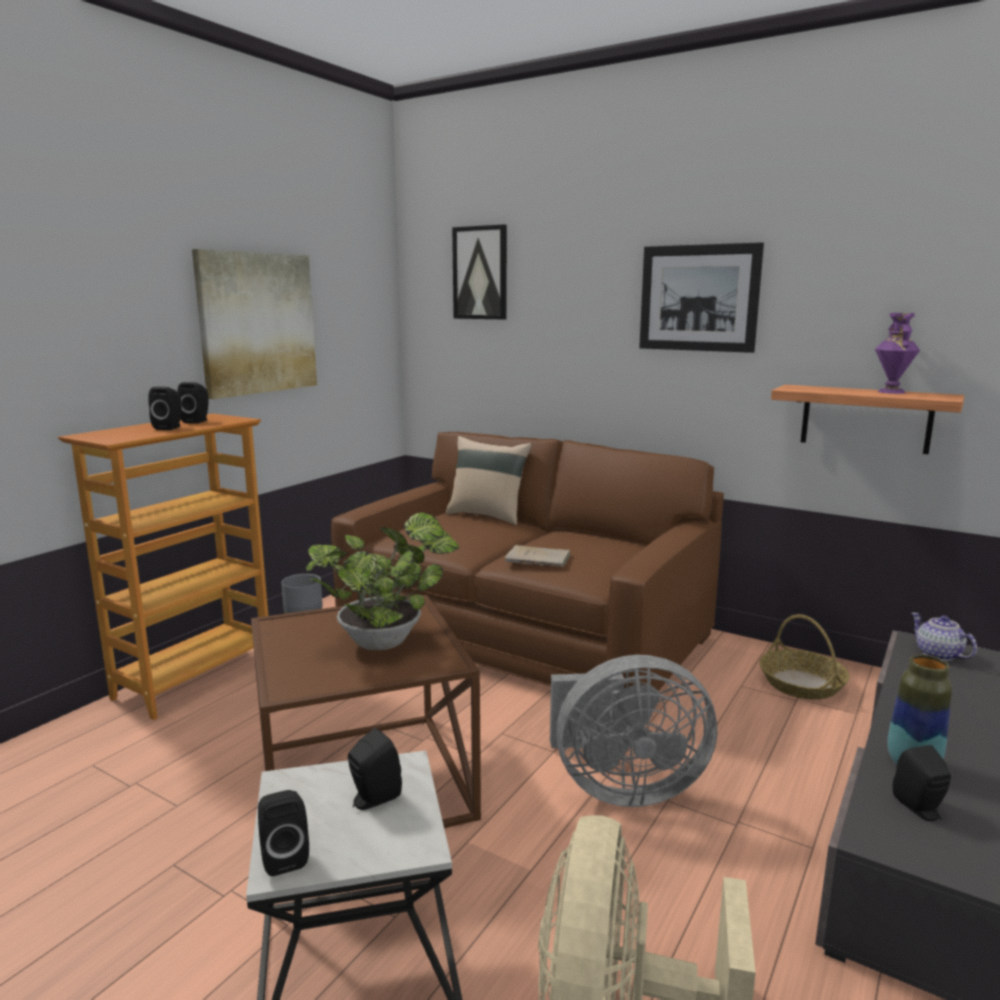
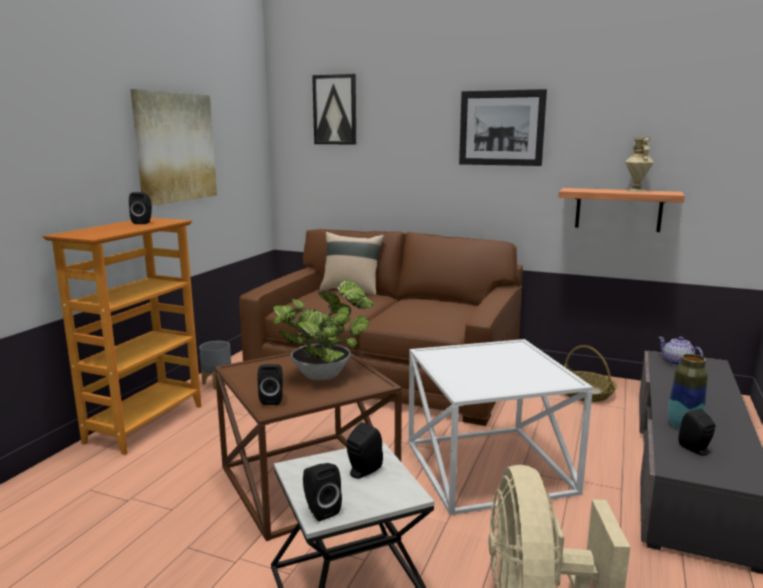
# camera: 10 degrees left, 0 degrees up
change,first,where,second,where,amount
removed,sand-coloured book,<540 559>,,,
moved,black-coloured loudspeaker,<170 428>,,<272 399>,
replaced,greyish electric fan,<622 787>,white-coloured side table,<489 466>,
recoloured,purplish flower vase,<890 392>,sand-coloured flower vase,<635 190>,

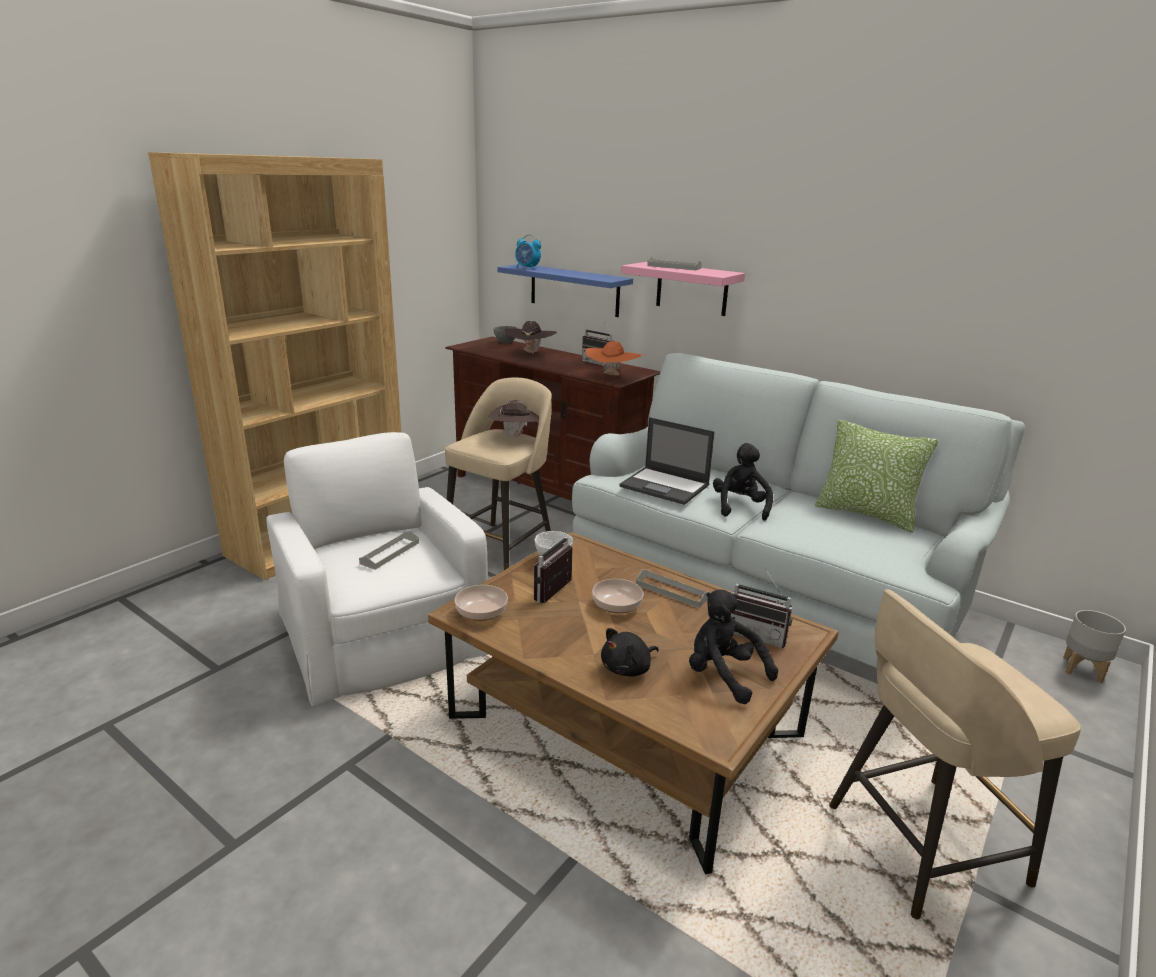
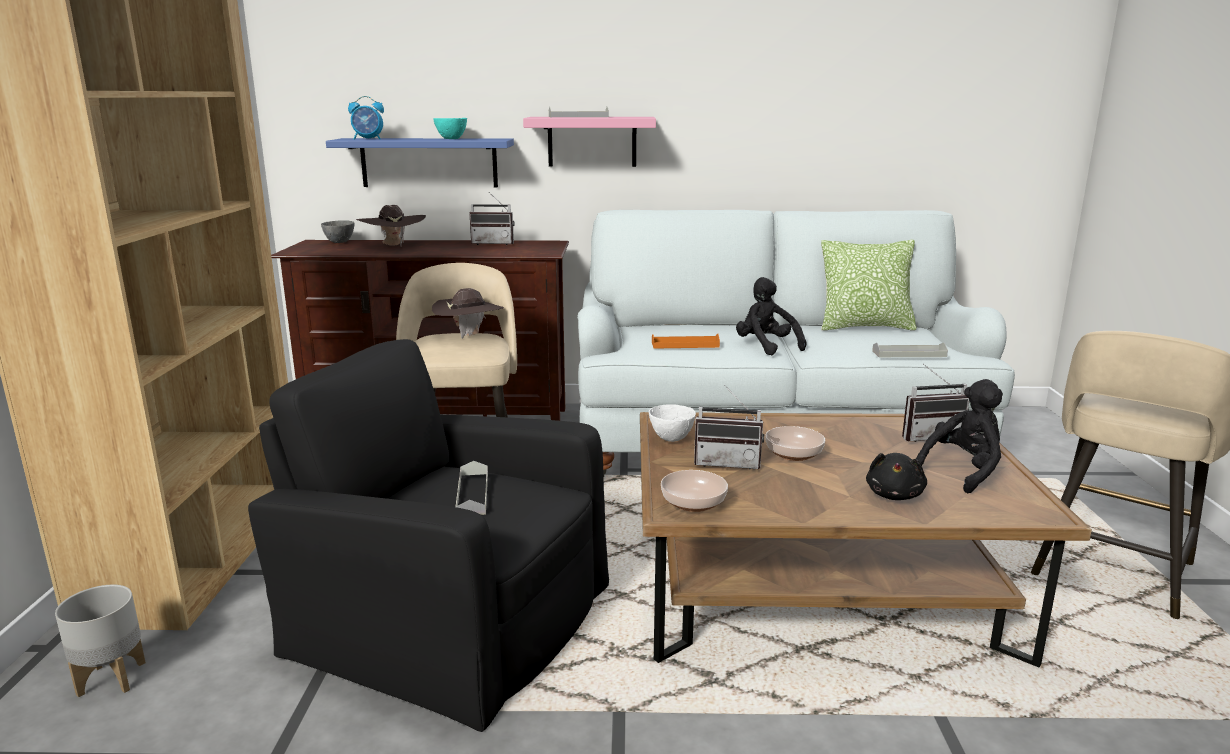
# camera: 35 degrees left, 5 degrees down
change,first,where,second,where,amount
removed,orange wearable hat,<612 376>,,,
added,,,blue-green deep dish,<451 139>,
moved,greyish tray,<671 591>,,<909 354>,
moved,greyish planter,<1083 670>,,<113 678>,
replaced,notebook computer,<665 486>,orange tray,<685 345>,
recoloured,white-coloured lounge chair,<381 631>,black-coloured lounge chair,<448 617>,
turned,radio set,<558 593>,,<728 462>,75 degrees counterclockwise
turned,black-coloured plush toy,<723 675>,,<962 471>,135 degrees clockwise

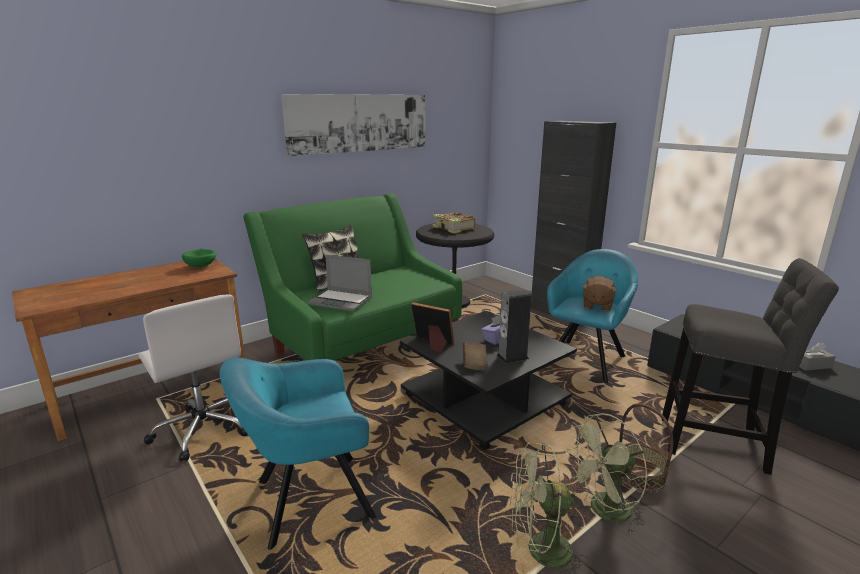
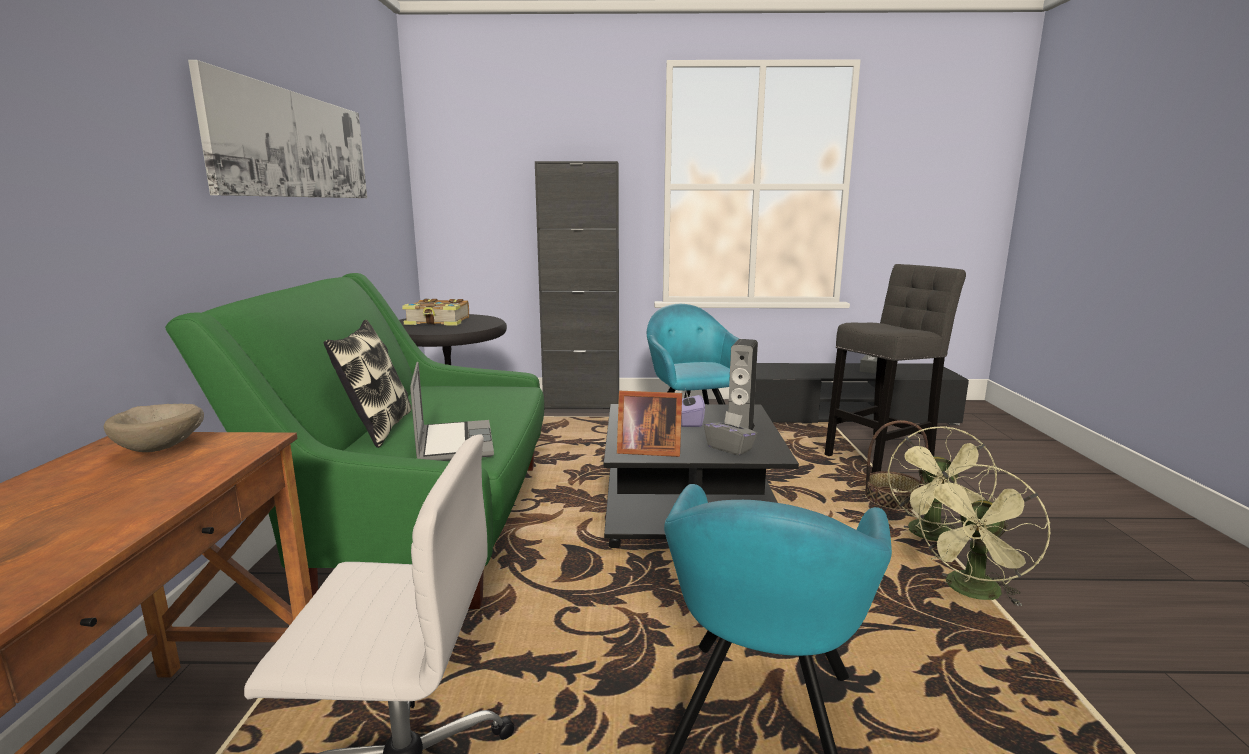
# camera: 50 degrees left, 5 degrees down
change,first,where,second,where,amount
removed,brownish plush toy,<597 305>,,,
replaced,brownish book,<474 364>,greyish box of tissues,<729 448>,
recoloured,greenish deep dish,<202 266>,sand-coloured deep dish,<163 448>,
turned,notebook computer,<342 301>,,<453 443>,75 degrees counterclockwise
turned,photo frame,<432 344>,,<646 450>,150 degrees counterclockwise

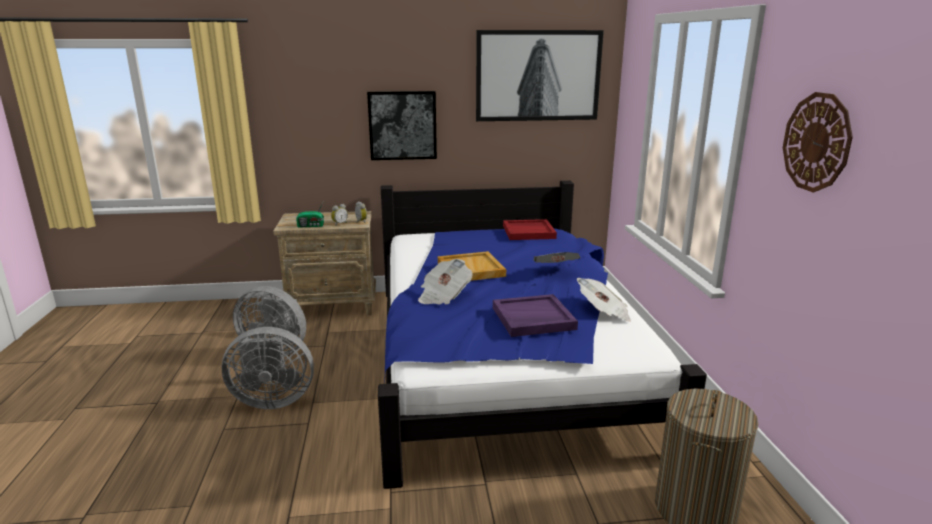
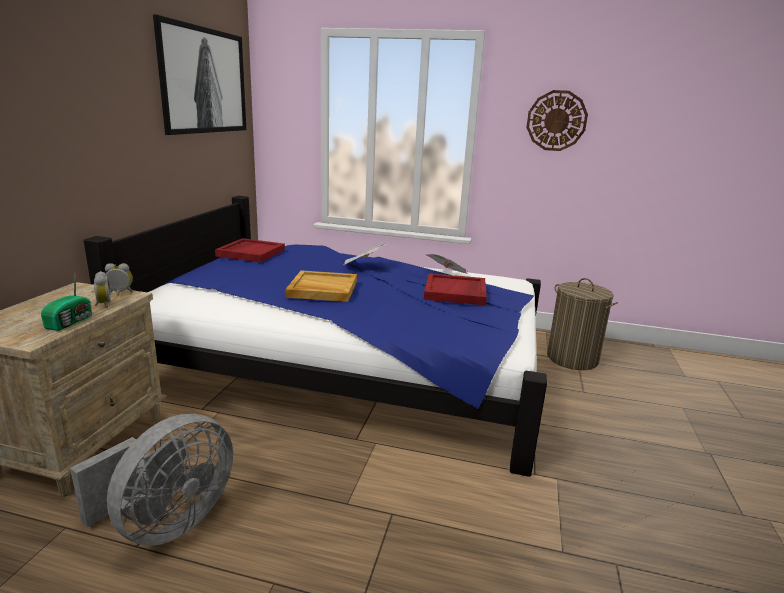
# camera: 70 degrees left, 0 degrees up
change,first,where,second,where,amount
removed,greyish electric fan,<272 400>,,,
removed,wall picture,<402 125>,,,
removed,printed paper,<443 296>,,,
recoloured,purplish tray,<532 318>,red-coloured tray,<455 292>,

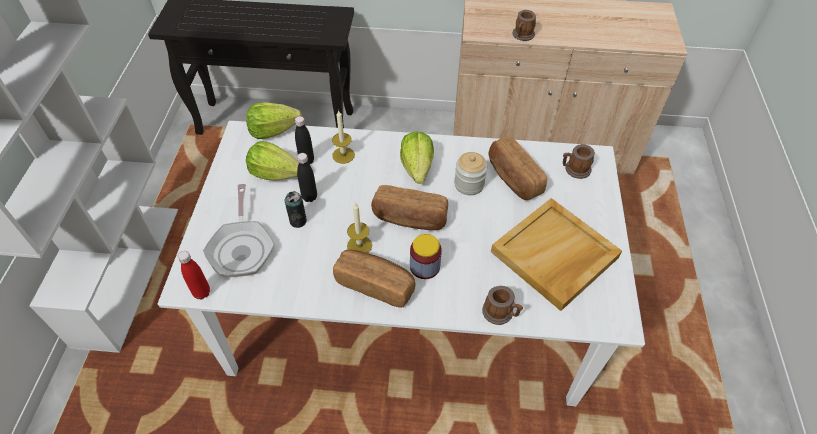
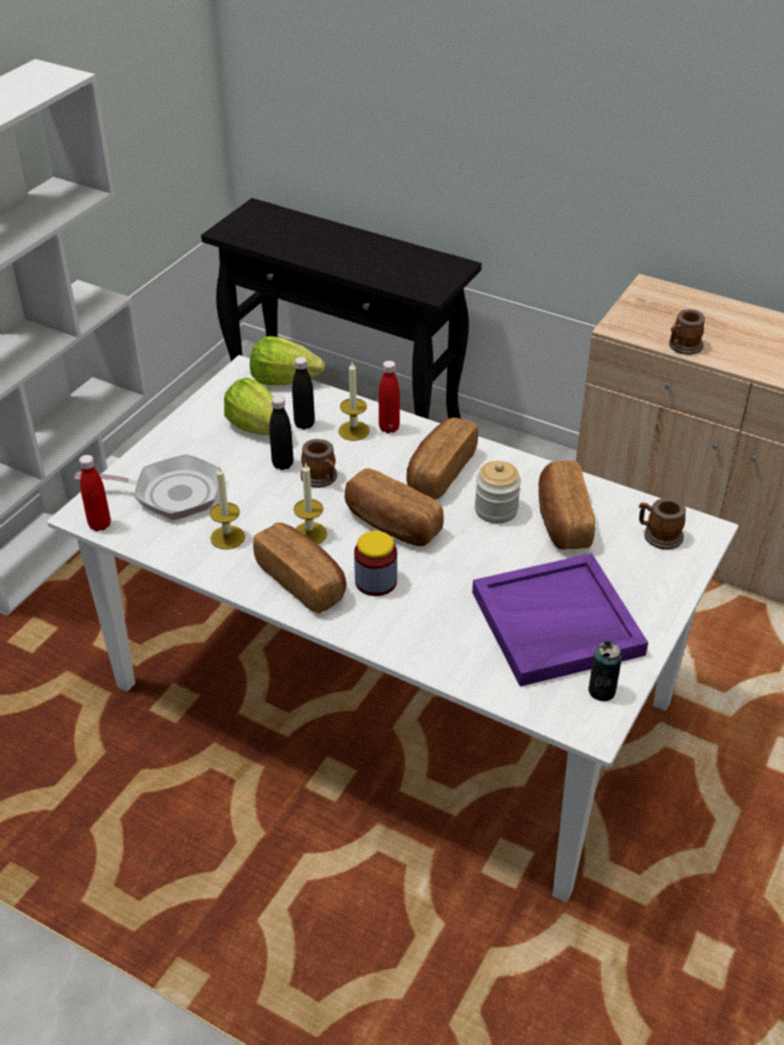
# camera: 25 degrees right, 10 degrees down
change,first,where,second,where,amount
added,,,wax candle,<227 537>,
added,,,red-coloured drink bottle,<389 428>,
moved,can,<298 221>,,<601 691>,
moved,coffee mug,<501 313>,,<321 478>,
replaced,lettuce head,<417 168>,bread,<439 471>,
recoloured,sand-coloured tray,<554 256>,purplish tray,<556 624>,
turned,skillet,<242 247>,,<171 493>,105 degrees counterclockwise

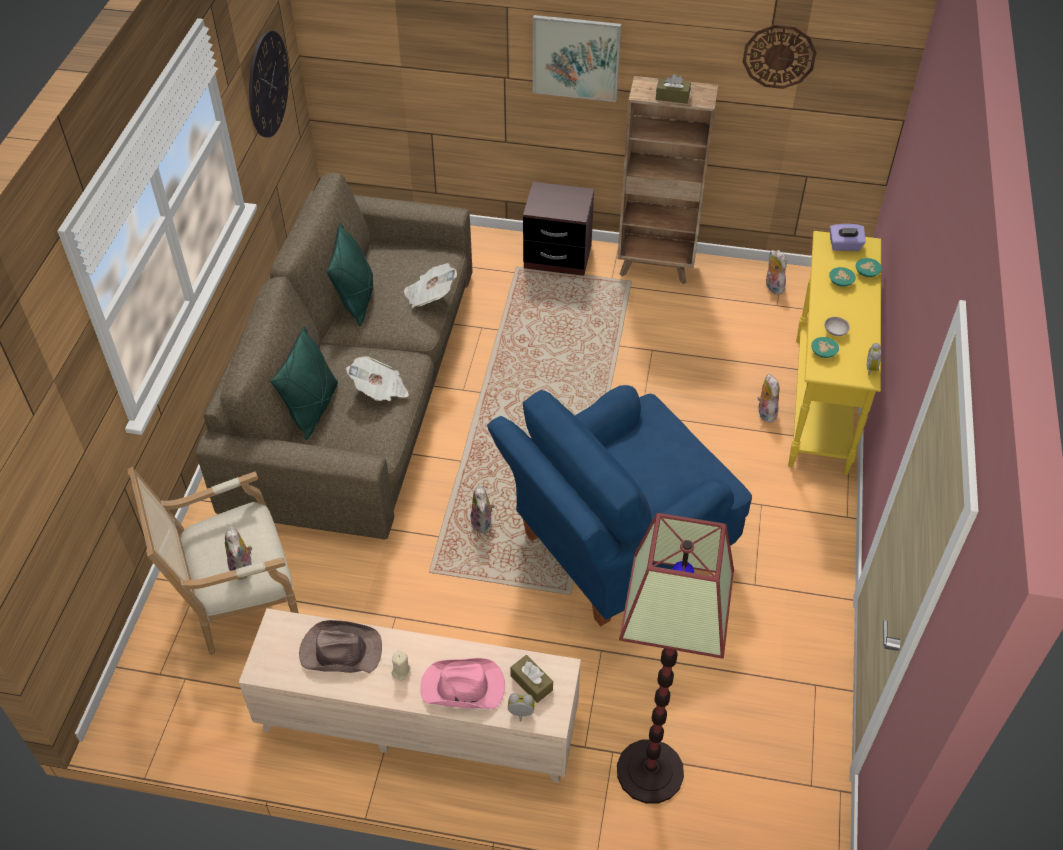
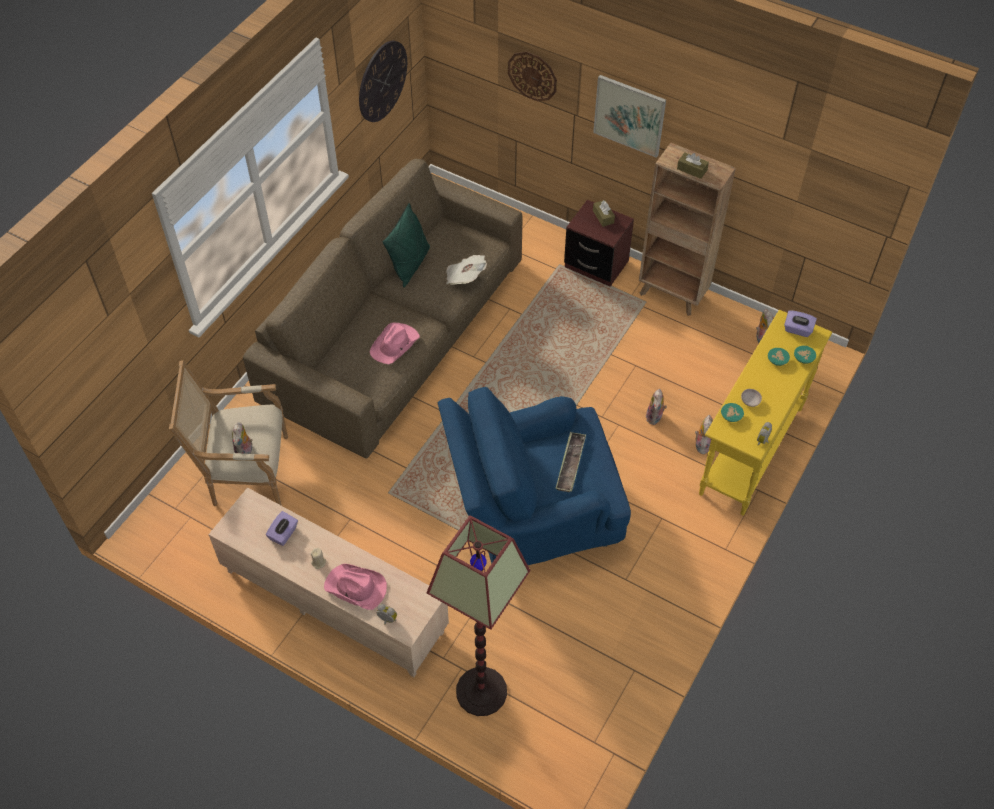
# camera: 20 degrees right, 5 degrees up
change,first,where,second,where,amount
removed,greenish pillow,<313 409>,,,
added,,,tray,<570 464>,
moved,plush toy,<483 523>,,<655 417>,
moved,brownish box of tissues,<531 683>,,<603 217>,
moved,clock on the wall,<779 56>,,<532 76>,
replaced,brownish wearable hat,<340 650>,purplish box of tissues,<284 534>,
replaced,printed paper,<380 390>,pink-coloured wearable hat,<395 344>,

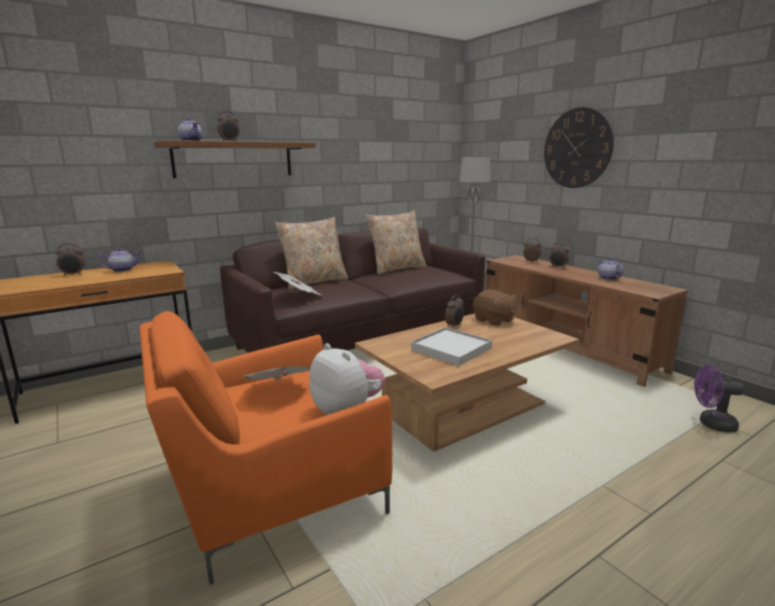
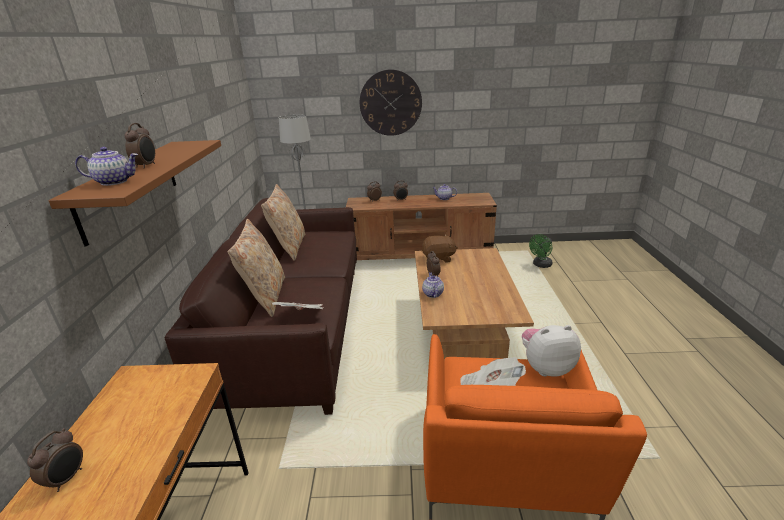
# camera: 55 degrees left, 10 degrees up
change,first,where,second,where,amount
removed,white-coloured tray,<451 349>,,,
moved,teapot,<123 270>,,<432 293>,
recoloured,purplish electric fan,<711 424>,greenish electric fan,<540 265>,

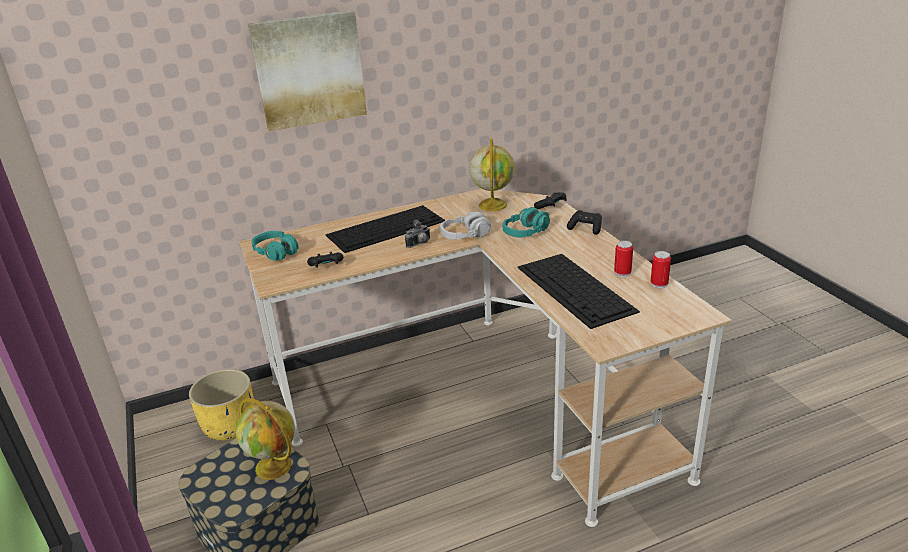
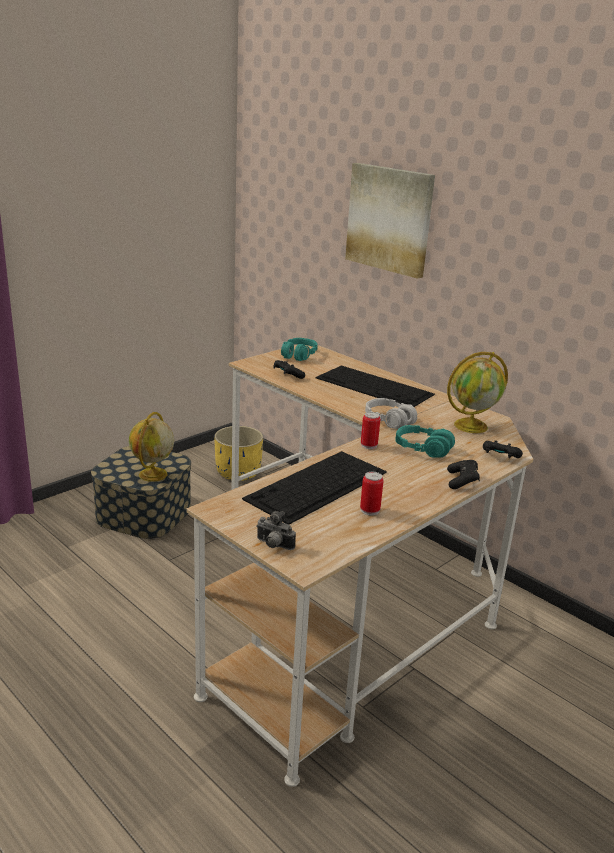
# camera: 65 degrees right, 5 degrees down
change,first,where,second,where,amount
moved,photo camera,<420 244>,,<273 545>,
moved,can,<659 284>,,<369 445>,

